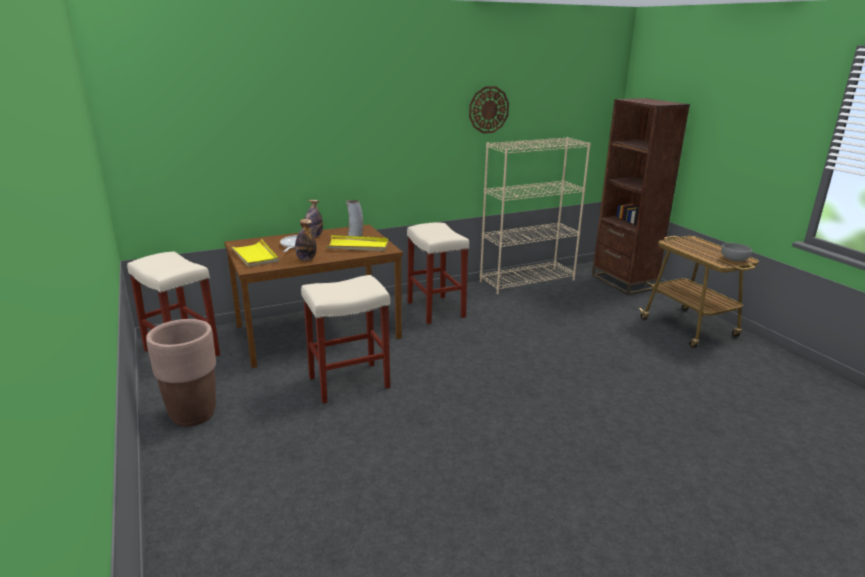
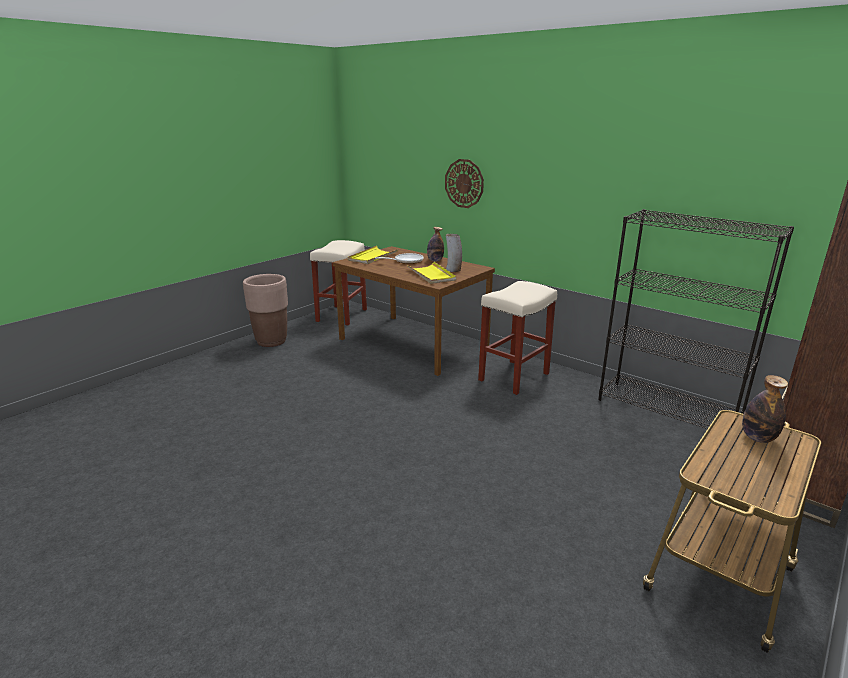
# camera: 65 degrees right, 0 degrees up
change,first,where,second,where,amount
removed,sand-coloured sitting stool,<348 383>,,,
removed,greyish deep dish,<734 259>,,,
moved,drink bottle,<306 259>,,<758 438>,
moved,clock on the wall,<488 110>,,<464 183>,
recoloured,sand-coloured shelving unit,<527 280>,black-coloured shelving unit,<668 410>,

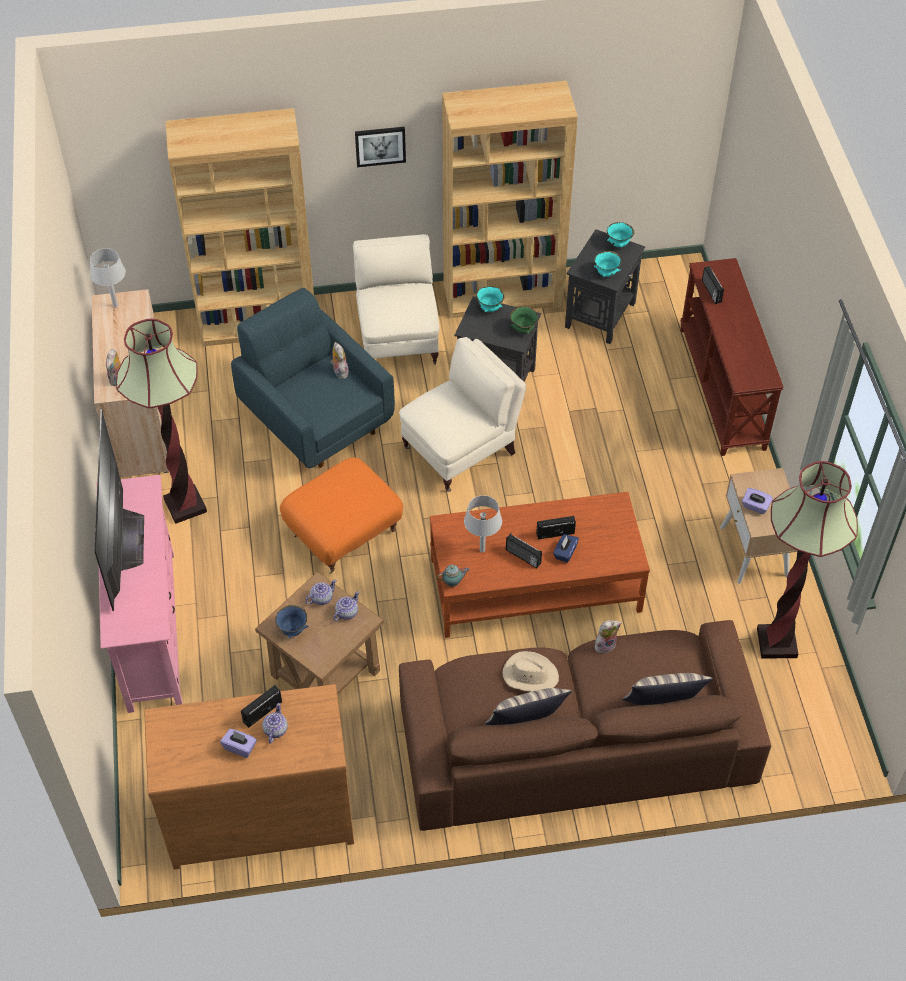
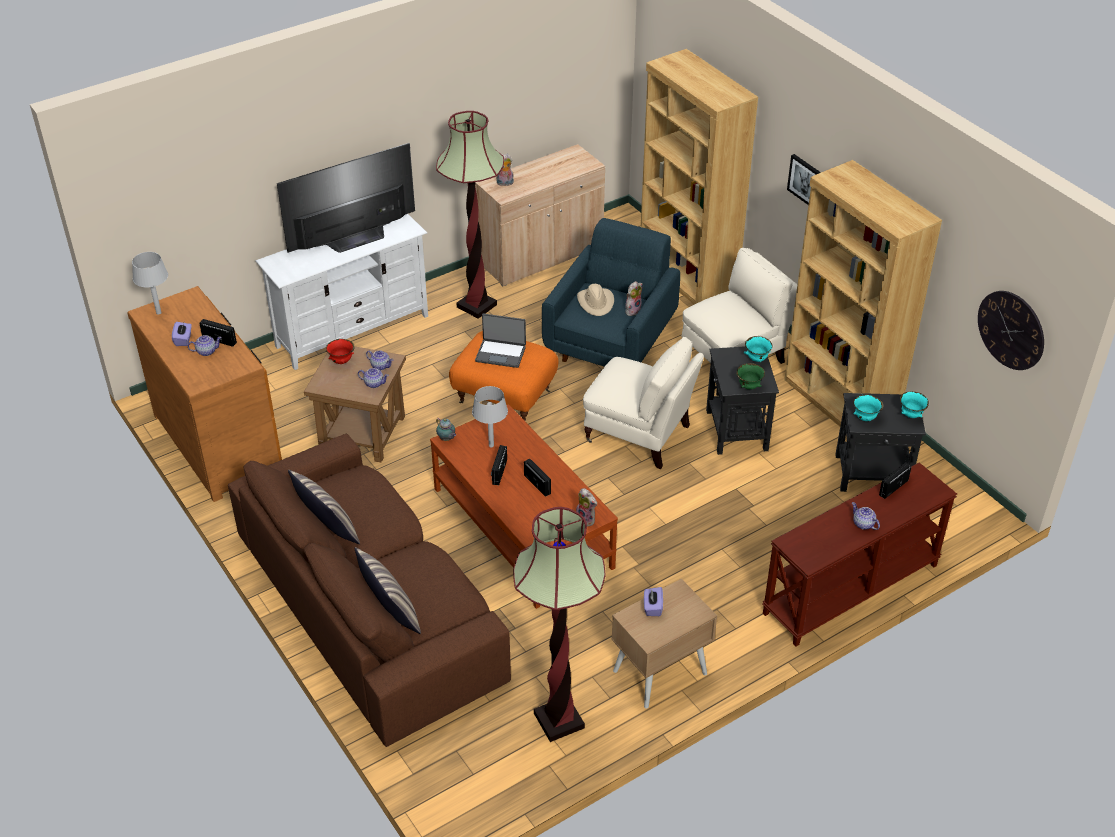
# camera: 65 degrees right, 10 degrees down
change,first,where,second,where,amount
removed,bluish box of tissues,<565 553>,,,
added,,,notebook computer,<501 353>,
added,,,teapot,<863 524>,
added,,,clock on the wall,<1011 330>,
moved,greyish tabletop lamp,<115 305>,,<159 312>,
moved,sand-coloured wearable hat,<530 675>,,<596 302>,
moved,plush toy,<605 644>,,<586 519>,
recoloured,pink-coloured media console,<150 630>,white-coloured media console,<352 330>,
recoloured,bluish deep dish,<293 630>,red-coloured deep dish,<341 361>,

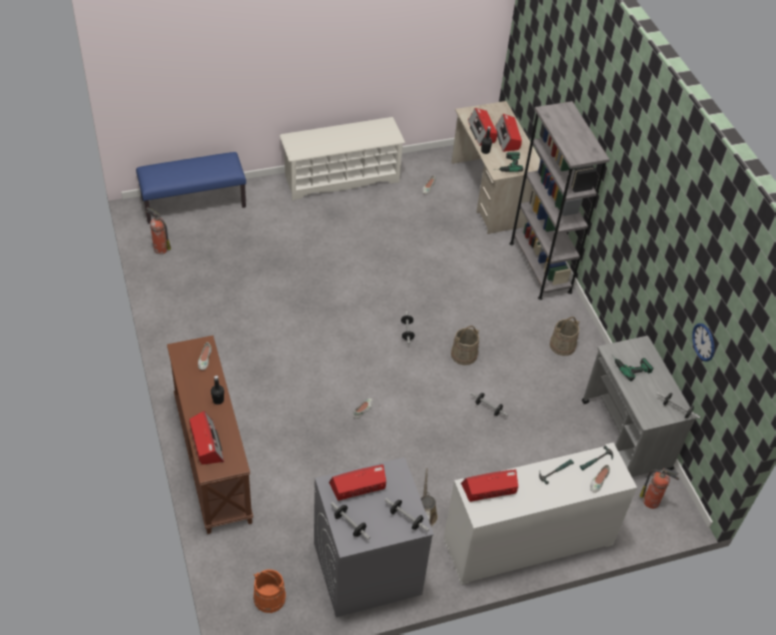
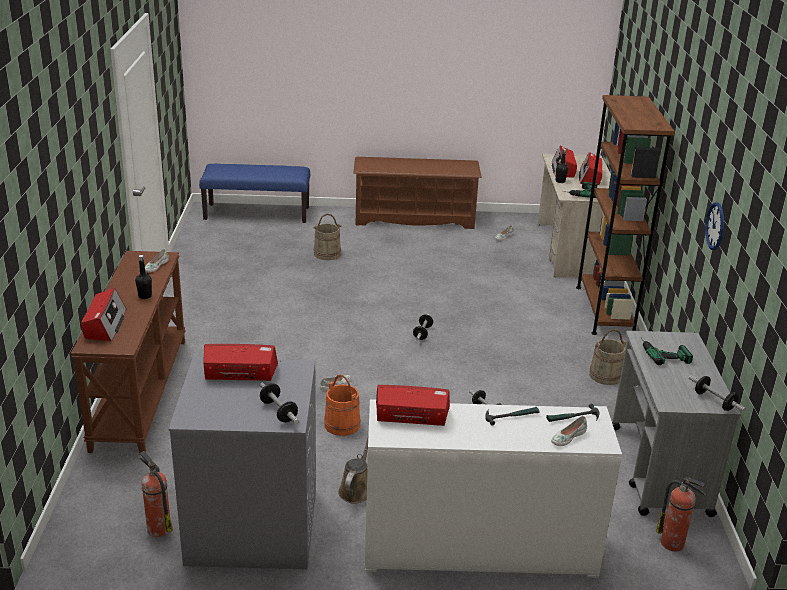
# camera: 20 degrees right, 20 degrees down
change,first,where,second,where,amount
removed,free weight,<350 525>,,,
moved,extinguisher,<160 249>,,<158 528>,
moved,orange water bucket,<269 598>,,<342 424>,
moved,sand-coloured water bucket,<464 354>,,<327 254>,
moved,clock on the wall,<703 342>,,<715 226>,
recoloured,white-coloured shoe rack,<341 178>,brownish shoe rack,<414 218>,
recoloured,greyish shelving unit,<540 267>,brownish shelving unit,<604 310>,

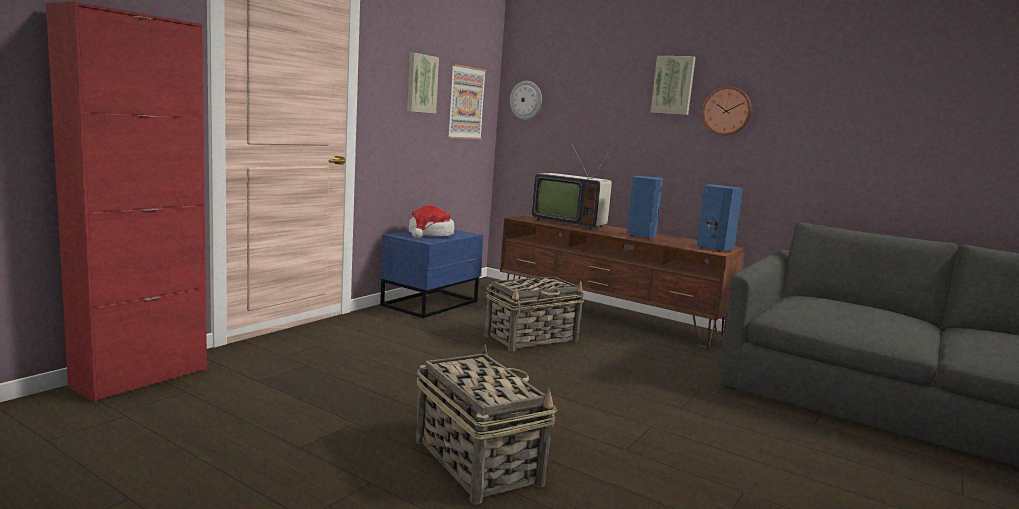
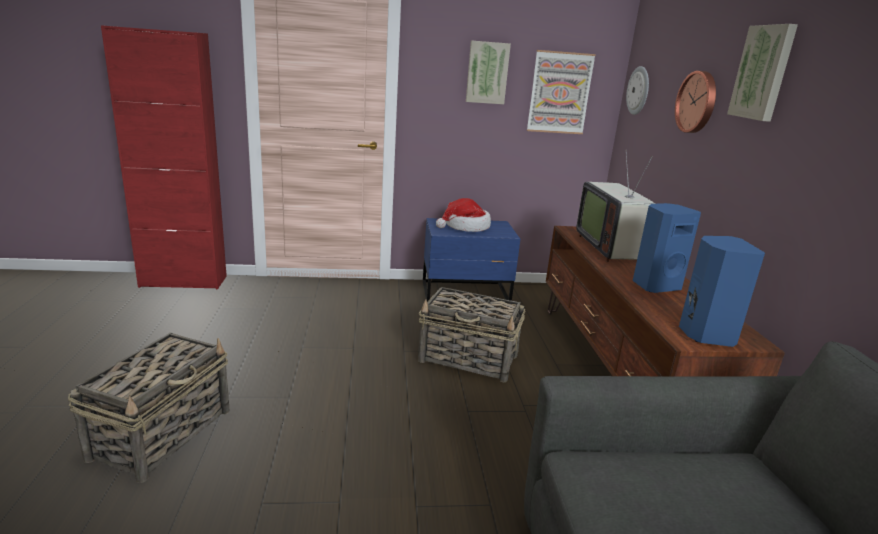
# camera: 50 degrees right, 10 degrees up
change,first,where,second,where,amount
moved,clock on the wall,<727 111>,,<697 102>,

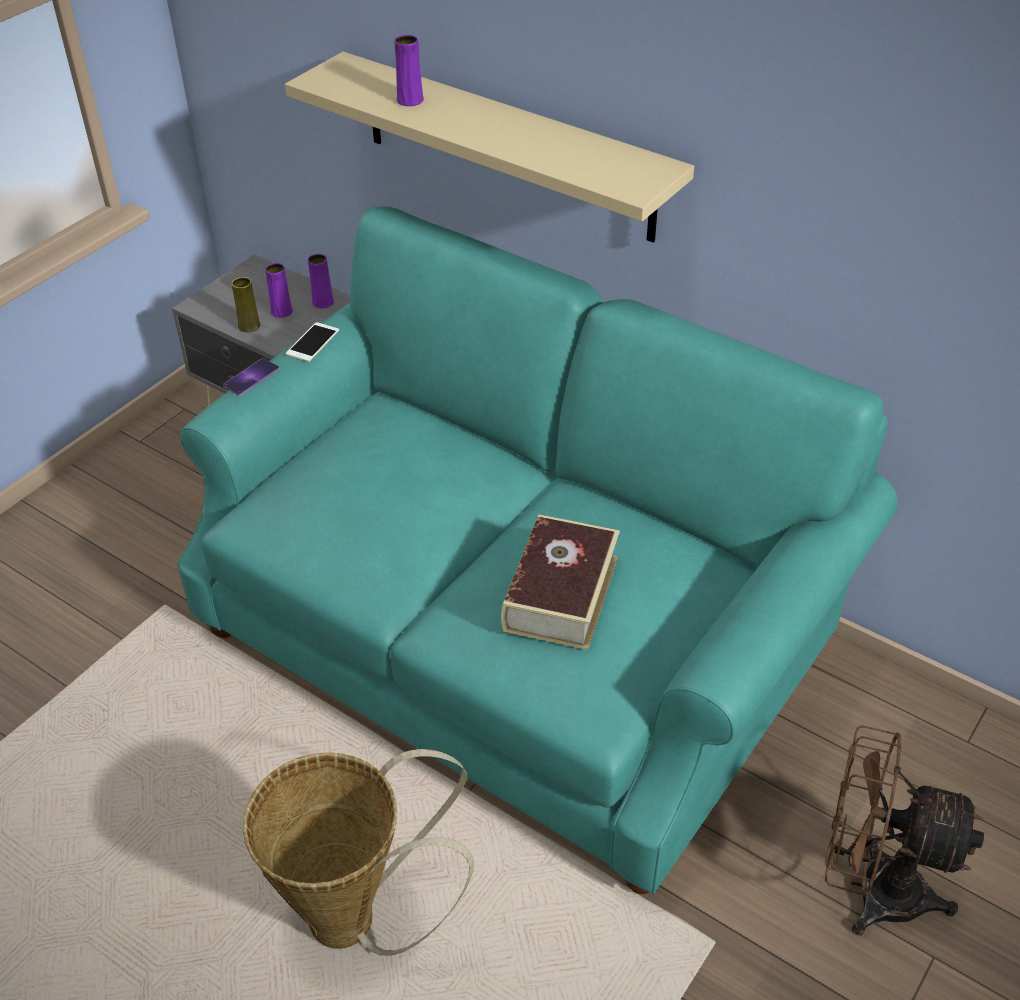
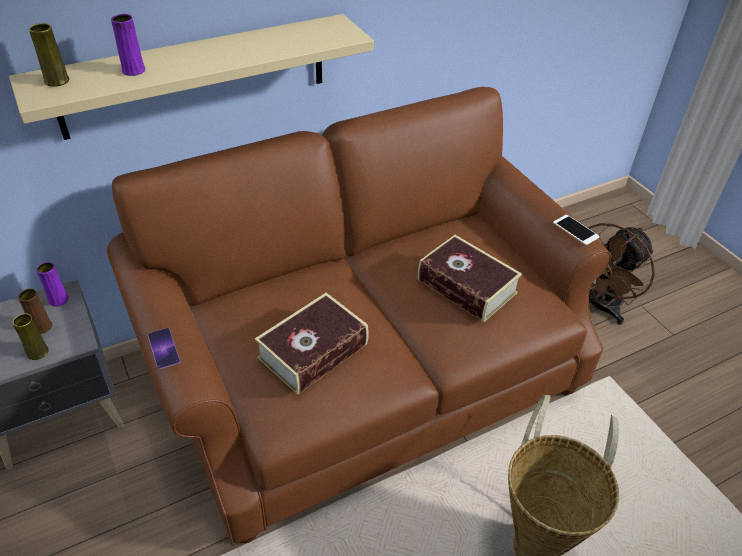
# camera: 65 degrees left, 0 degrees up
change,first,where,second,where,amount
added,,,yellow flower vase,<57 81>,
added,,,book,<313 351>,
moved,phone,<312 342>,,<575 230>,
recoloured,blue-green settee,<515 640>,brownish settee,<367 371>,
recoloured,purplish flower vase,<281 311>,brownish flower vase,<42 327>,

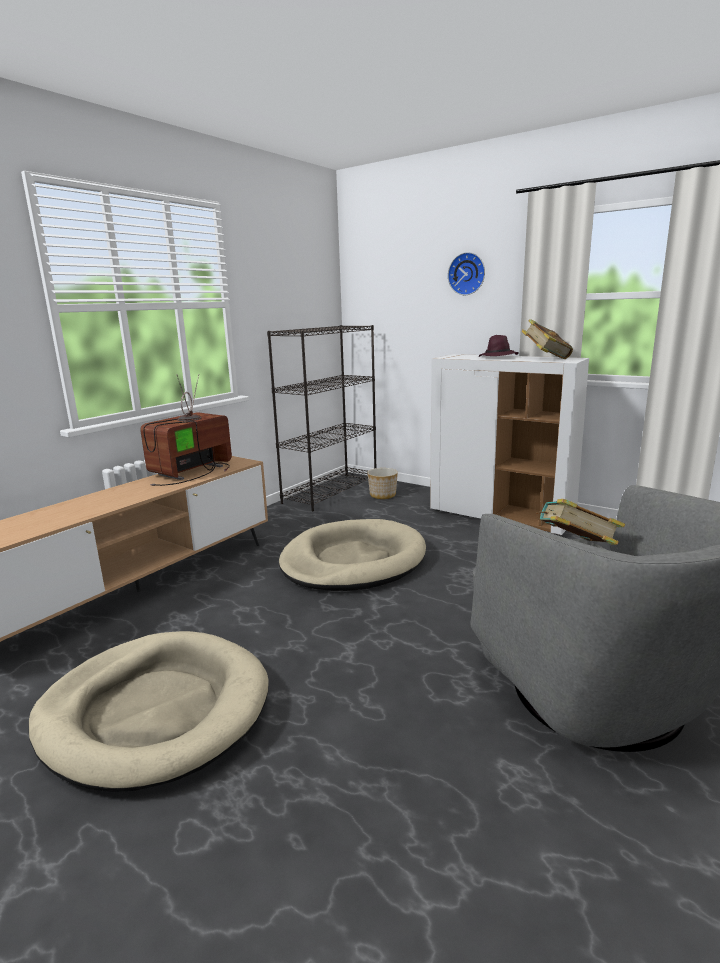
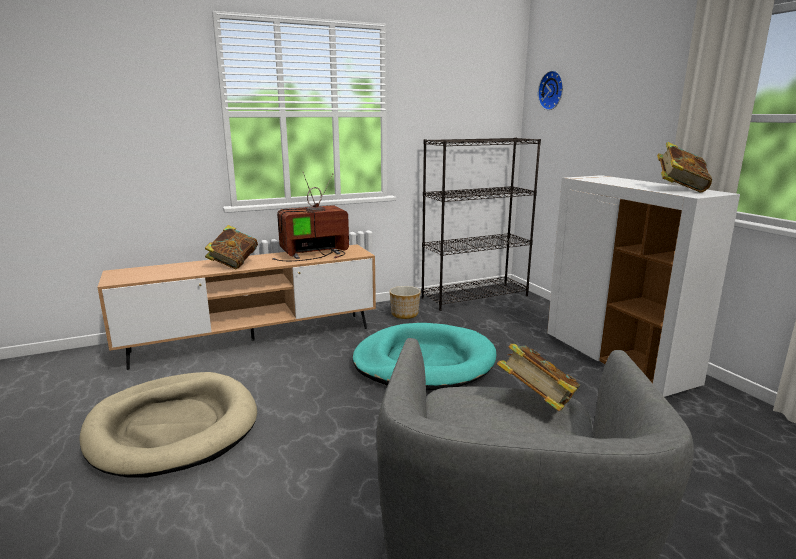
# camera: 30 degrees right, 0 degrees up
change,first,where,second,where,amount
removed,purplish wearable hat,<498 357>,,,
added,,,book,<233 264>,
moved,planter,<383 495>,,<405 314>,
moved,clock on the wall,<467 274>,,<552 90>,
recoloured,sand-coloured dog bed,<353 561>,blue-green dog bed,<424 362>,

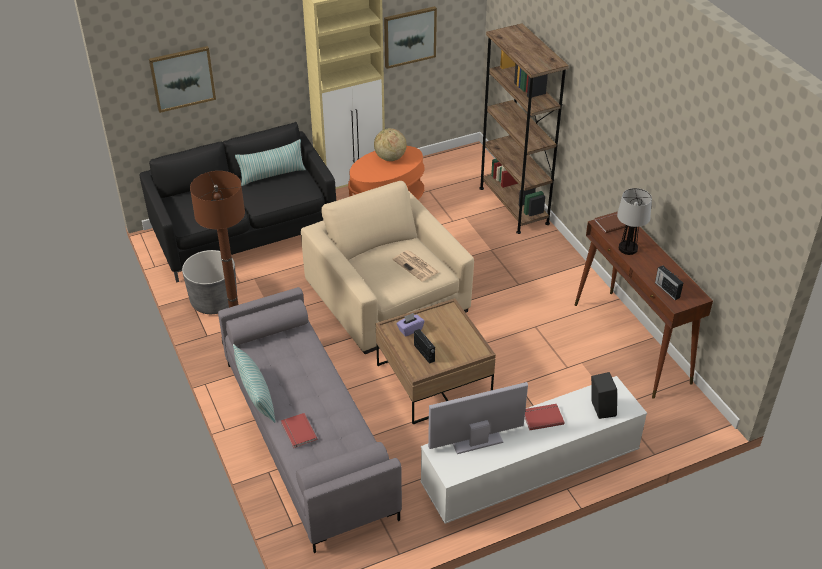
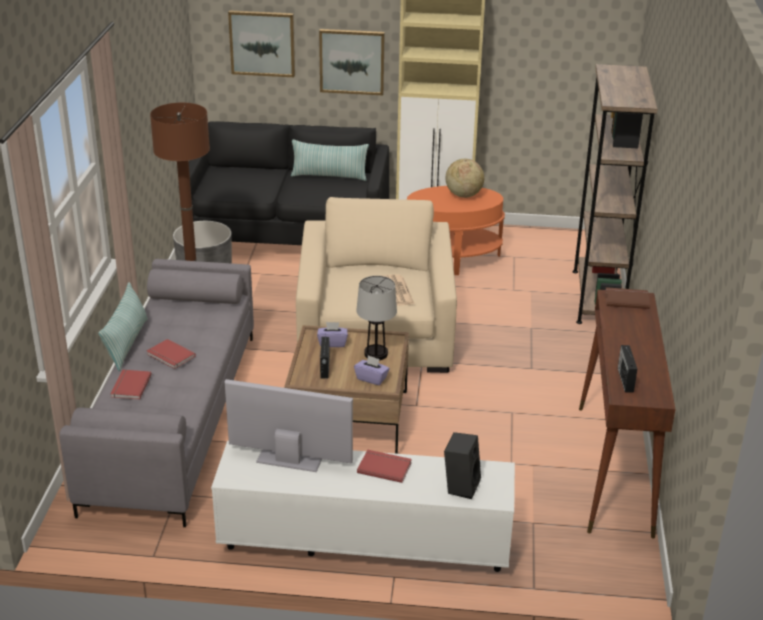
# camera: 30 degrees right, 10 degrees down
change,first,where,second,where,amount
added,,,red-coloured book,<170 356>,
added,,,purplish box of tissues,<371 378>,
moved,wall picture,<409 36>,,<352 61>,
moved,tabletop lamp,<628 248>,,<376 353>,

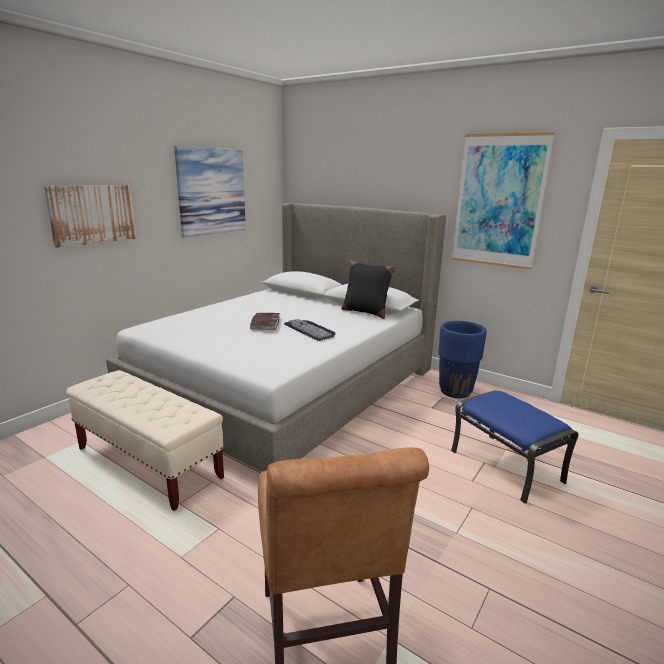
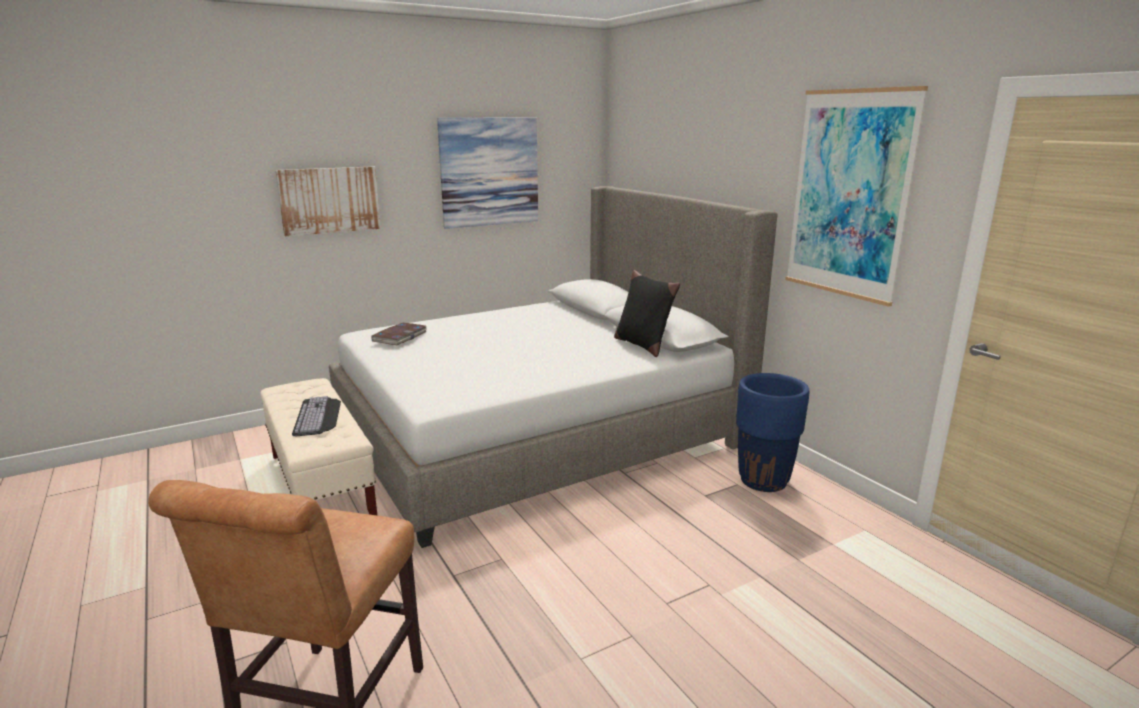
# camera: 25 degrees right, 0 degrees up
change,first,where,second,where,amount
removed,bluish pouffe,<507 466>,,,
moved,book,<265 323>,,<400 336>,
moved,keyboard,<311 329>,,<319 416>,

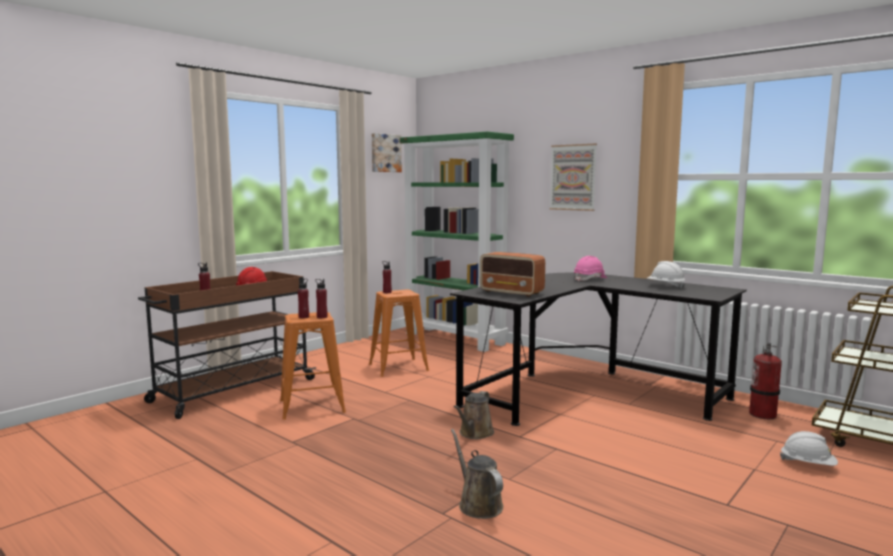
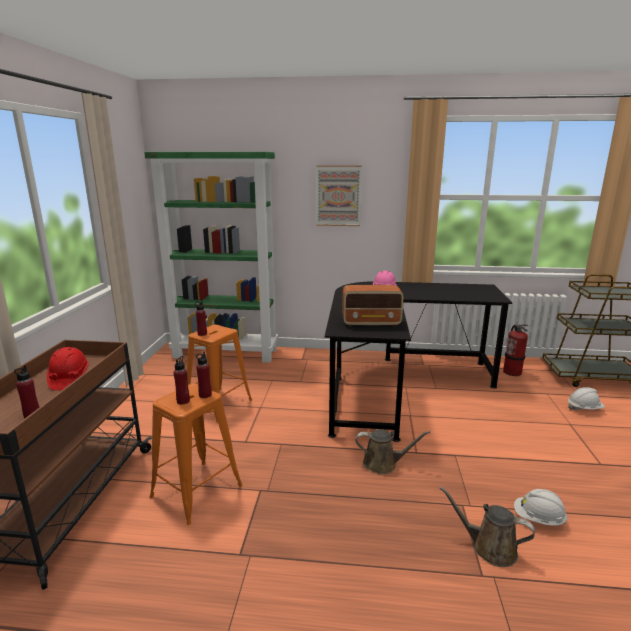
# camera: 35 degrees left, 10 degrees up
change,first,where,second,where,amount
removed,wall picture,<385 153>,,,
moved,white-coloured hard hat,<665 286>,,<538 519>,
turned,brownish sprinkling can,<475 433>,,<383 464>,75 degrees counterclockwise

